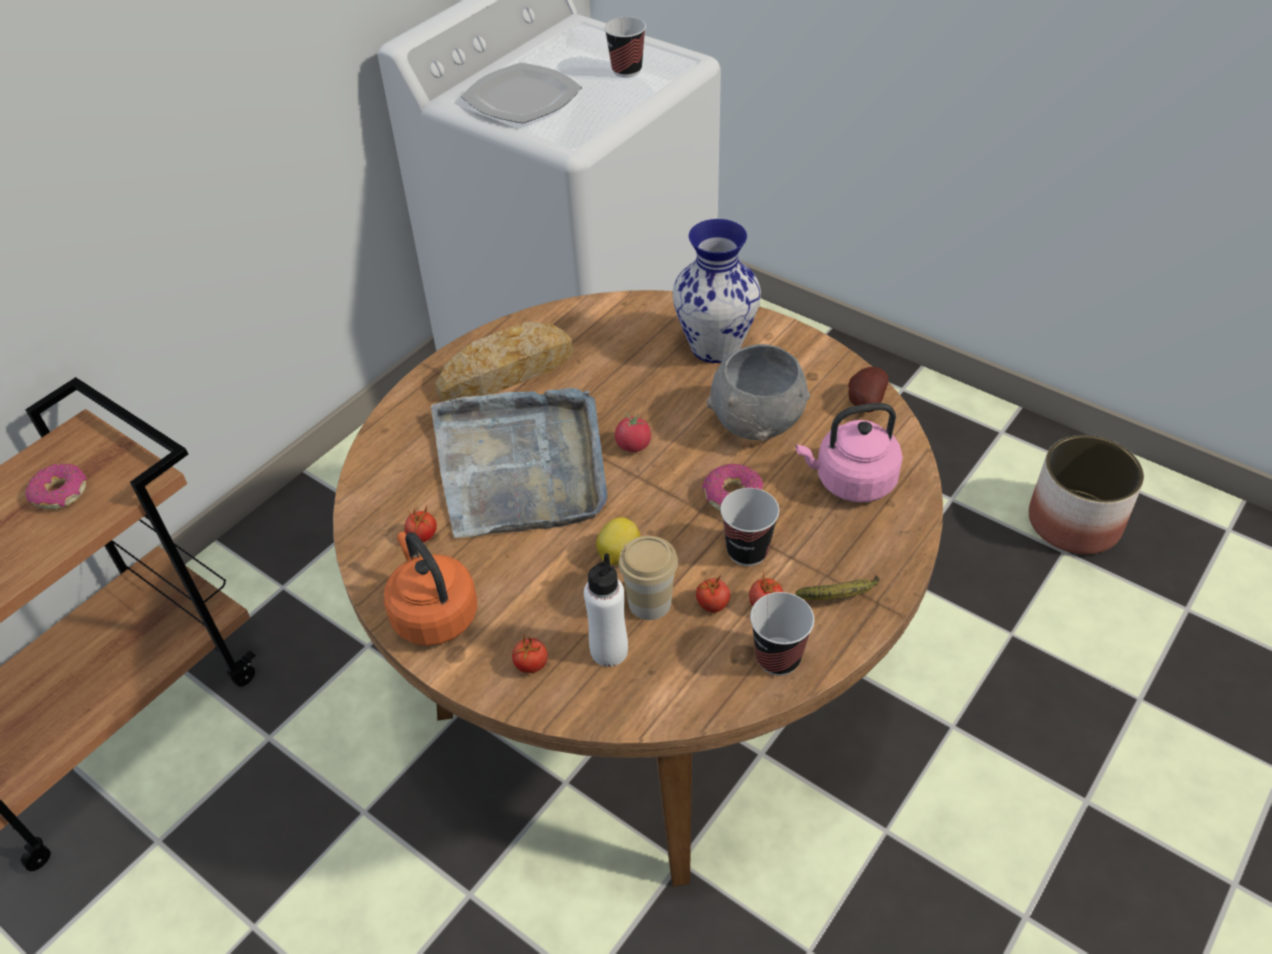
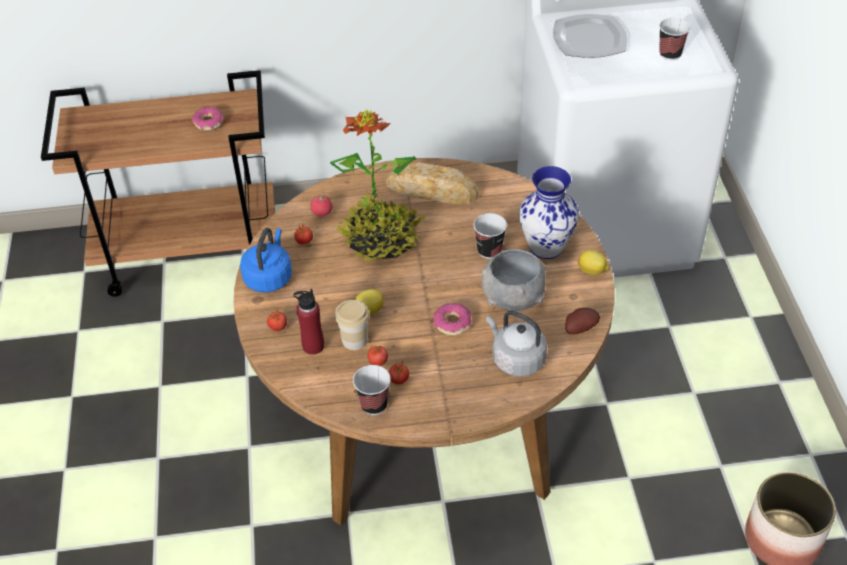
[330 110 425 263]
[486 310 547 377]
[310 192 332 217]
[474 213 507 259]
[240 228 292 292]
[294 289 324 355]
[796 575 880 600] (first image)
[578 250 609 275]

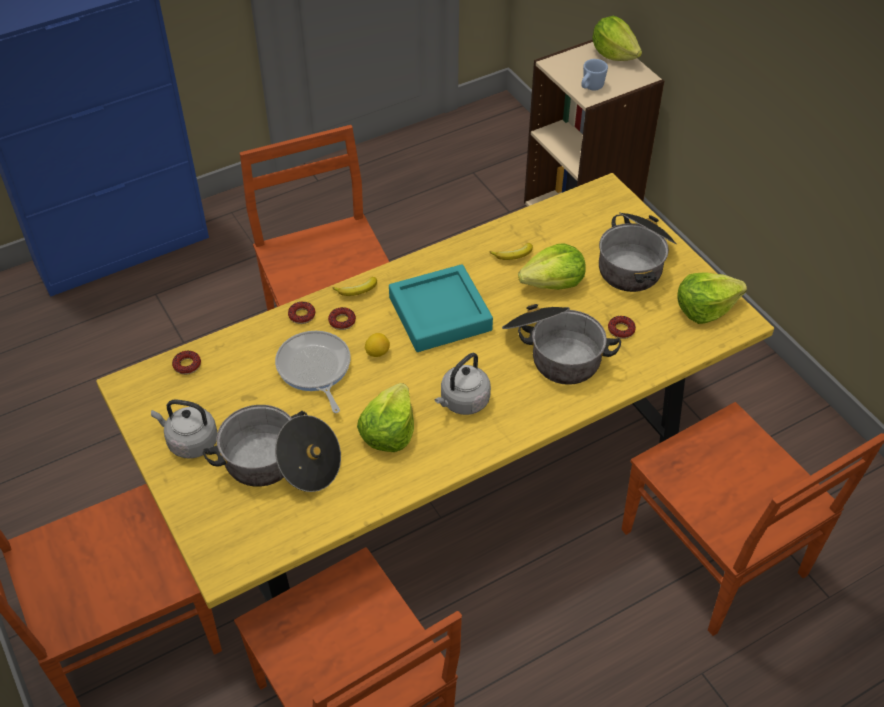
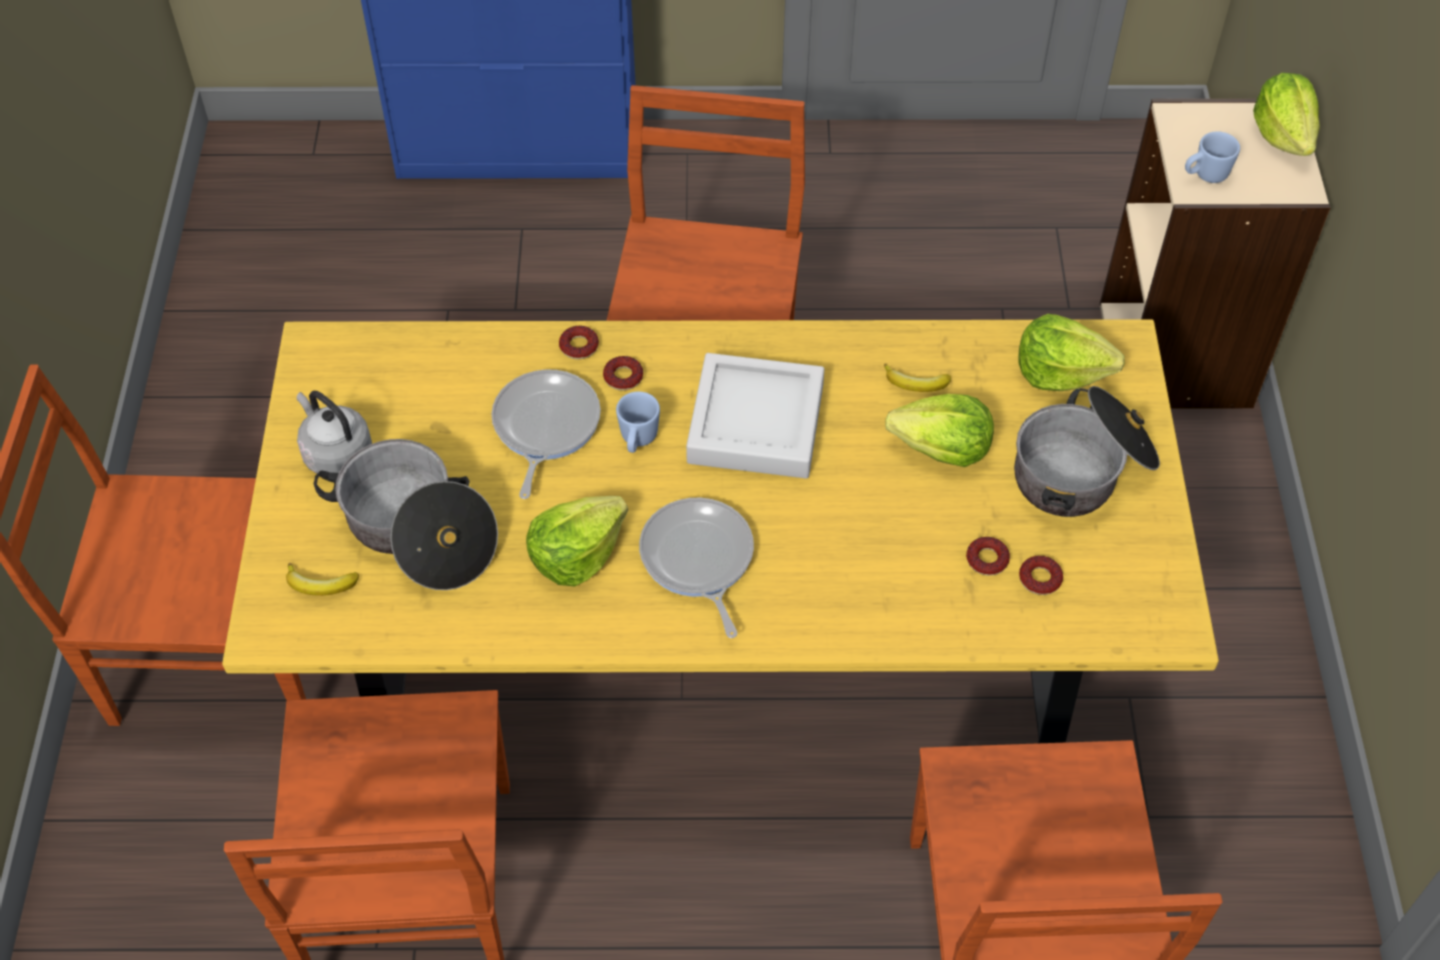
[686 353 824 478]
[1019 314 1125 391]
[286 563 359 596]
[502 304 621 385] (first image)
[616 391 660 453]
[1019 556 1063 595]
[639 498 754 638]

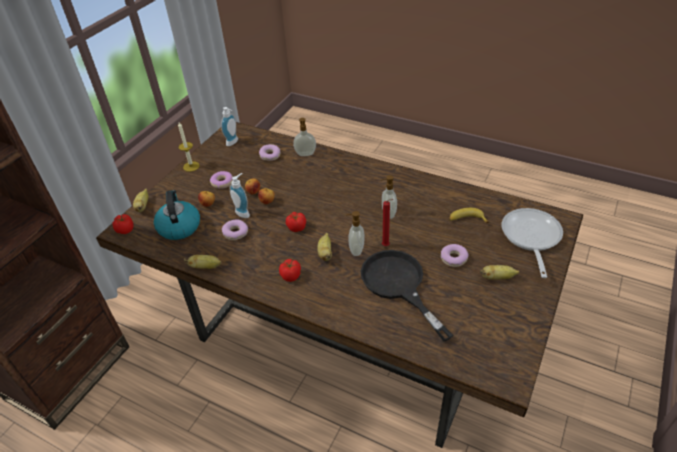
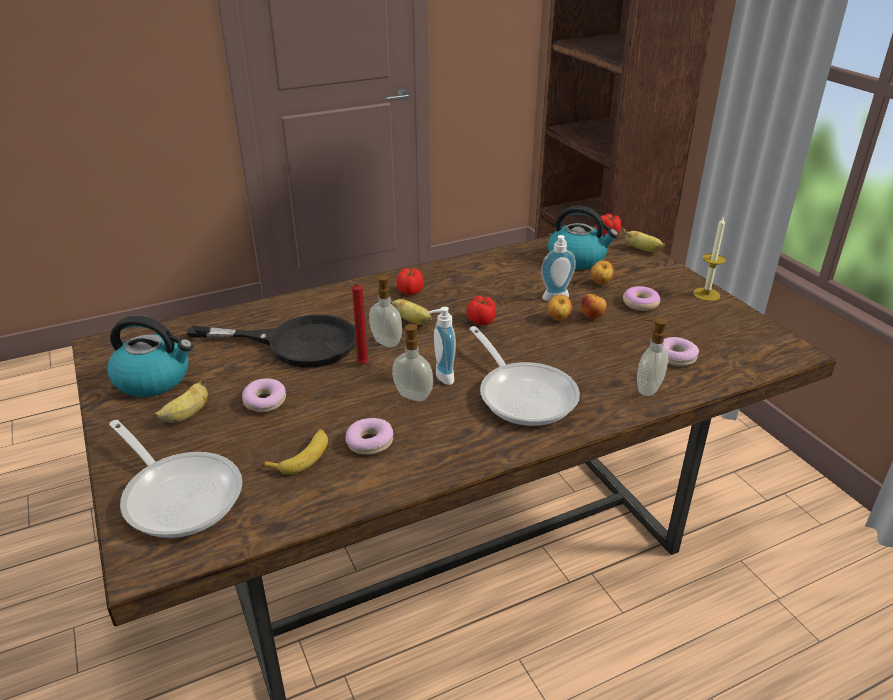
[428 307 456 385]
[345 418 393 455]
[184 255 222 269] (first image)
[107 316 193 397]
[469 326 580 426]

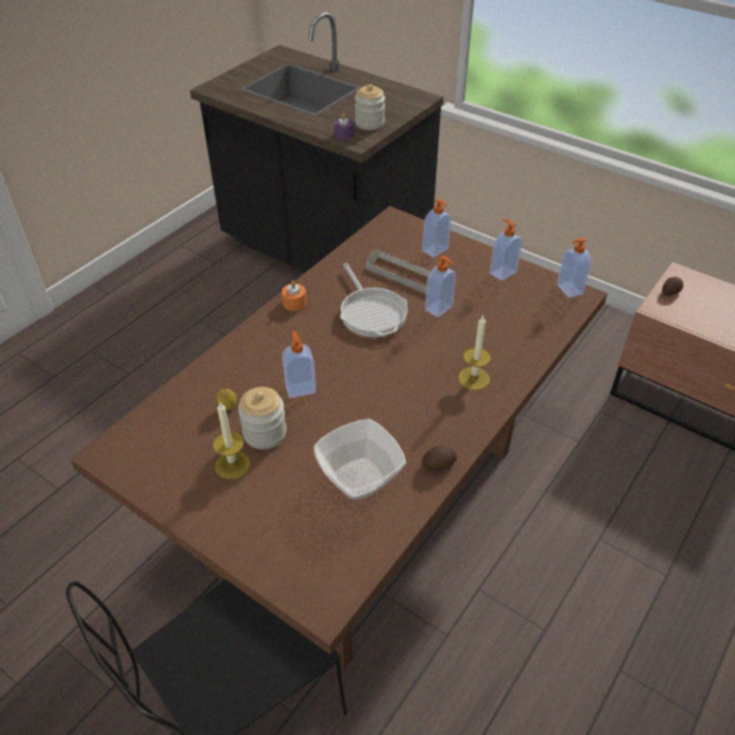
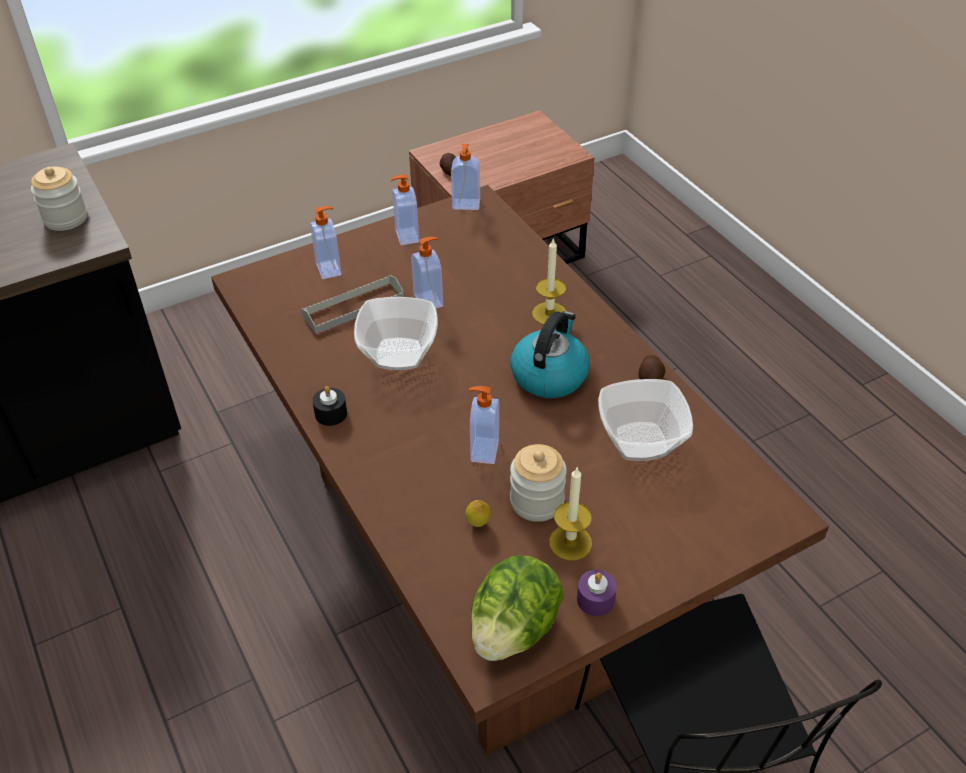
[577 570 617 616]
[354 297 438 370]
[312 386 347 426]
[510 311 590 398]
[471 556 564 661]

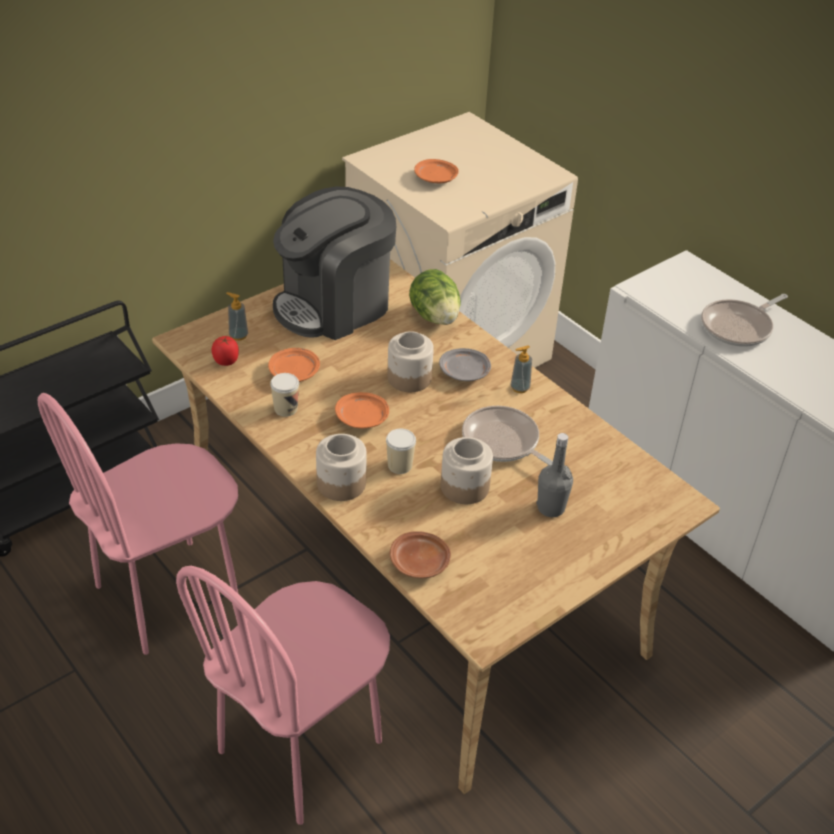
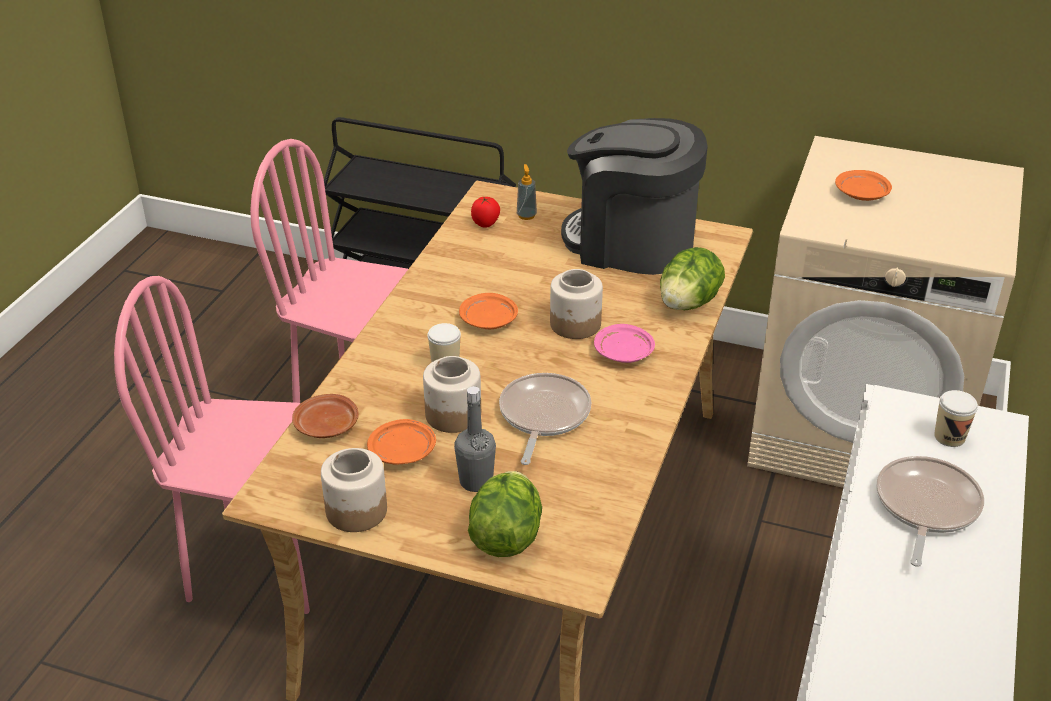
[876 456 984 567]
[510 345 532 393] (first image)
[367 419 436 465]
[594 324 655 363]
[934 390 978 447]
[321 448 387 532]
[468 471 542 557]

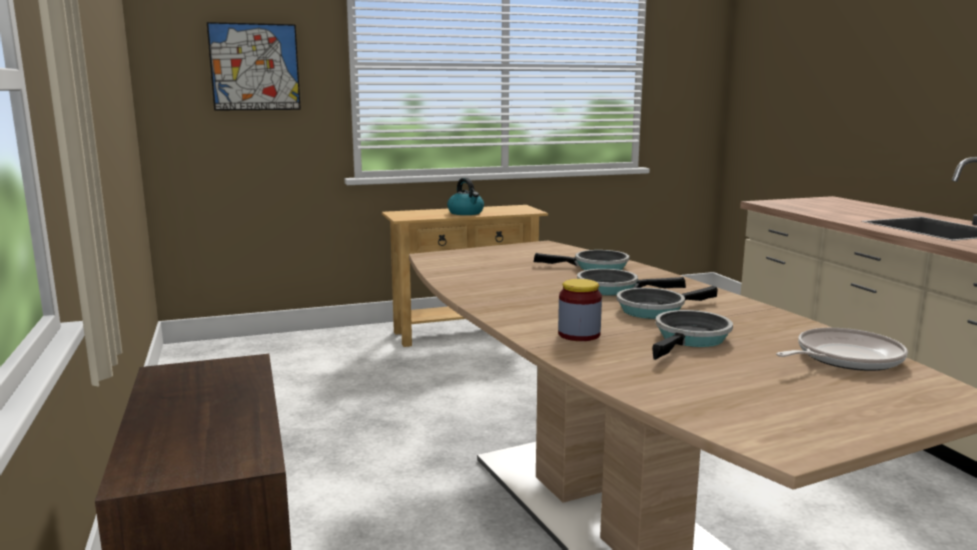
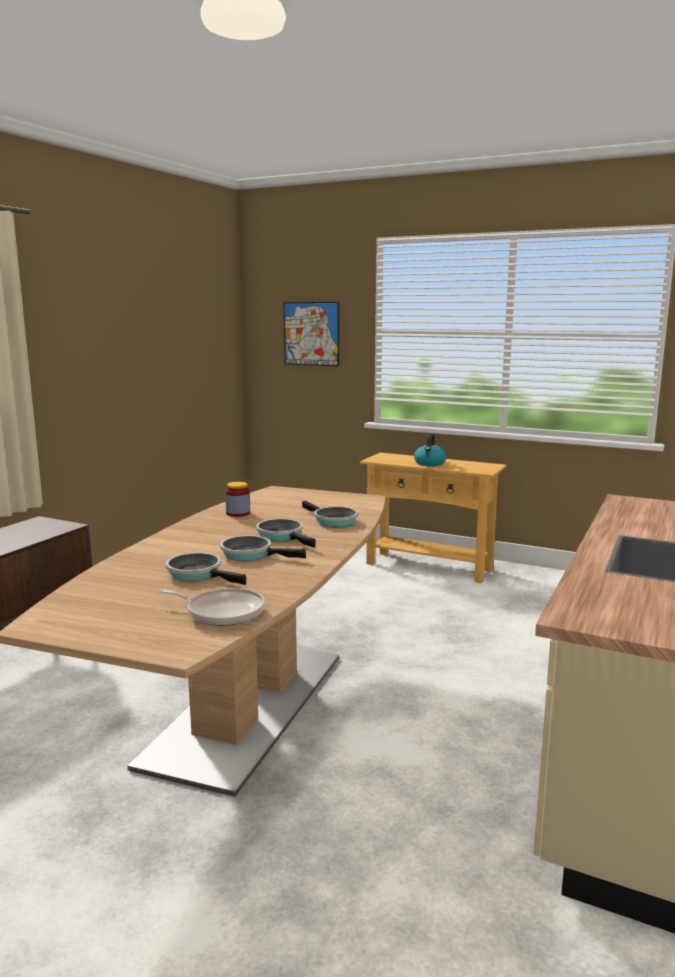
[225 482 250 517]
[165 552 246 585]

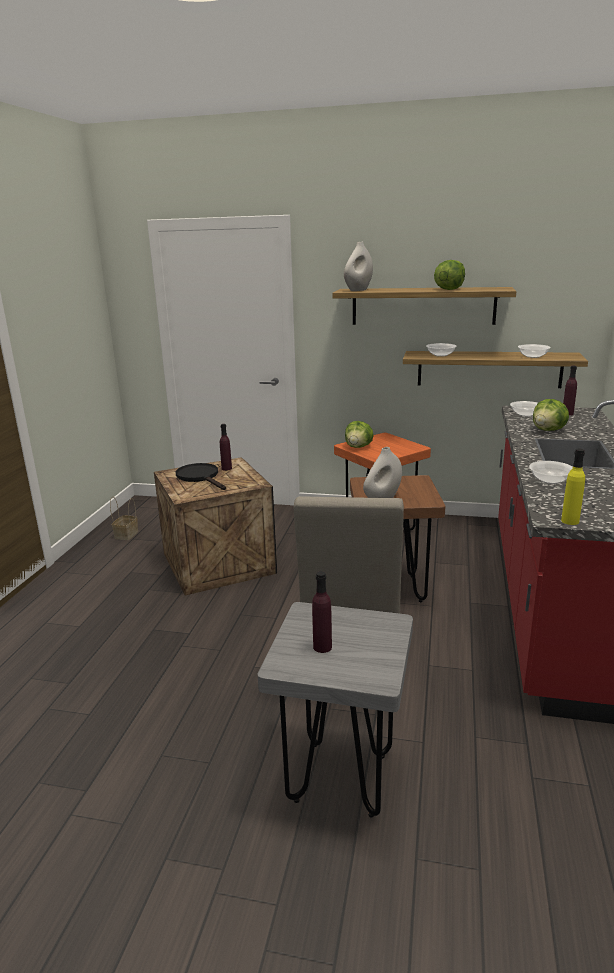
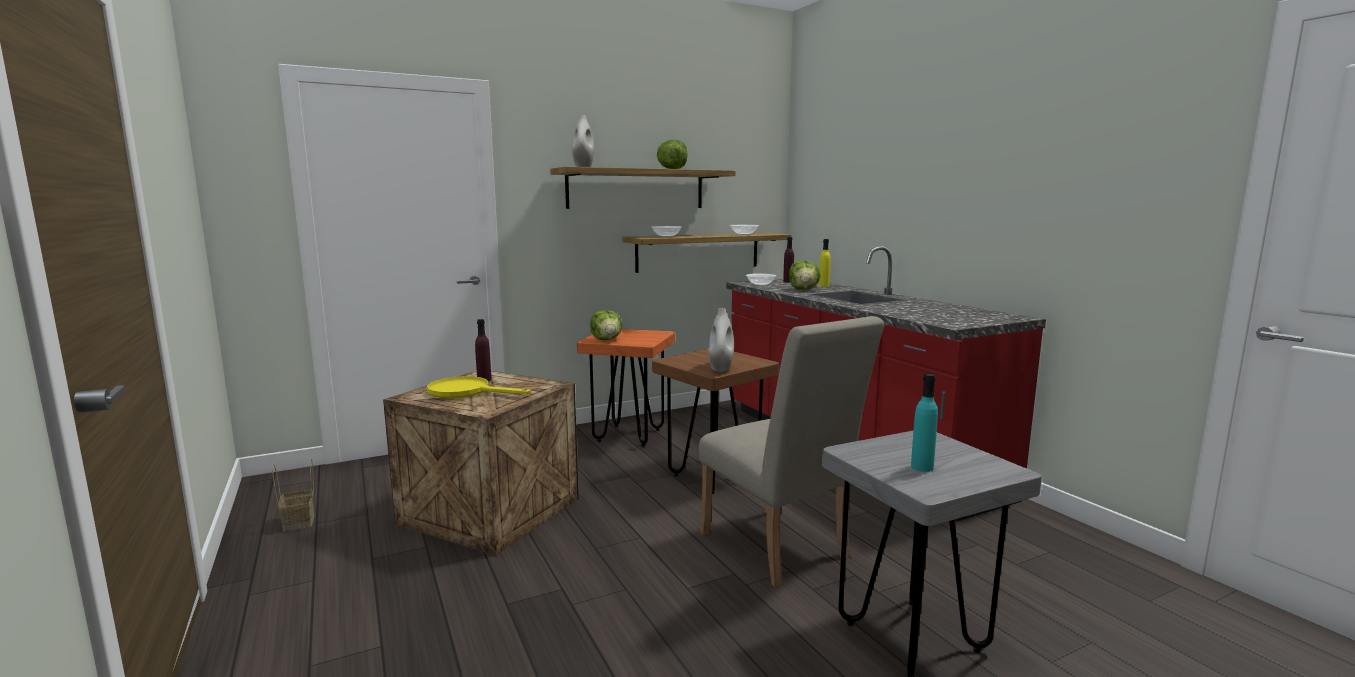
[819 239 831 287]
[529 461 573 484] (first image)
[427 376 531 398]
[911 374 938 472]

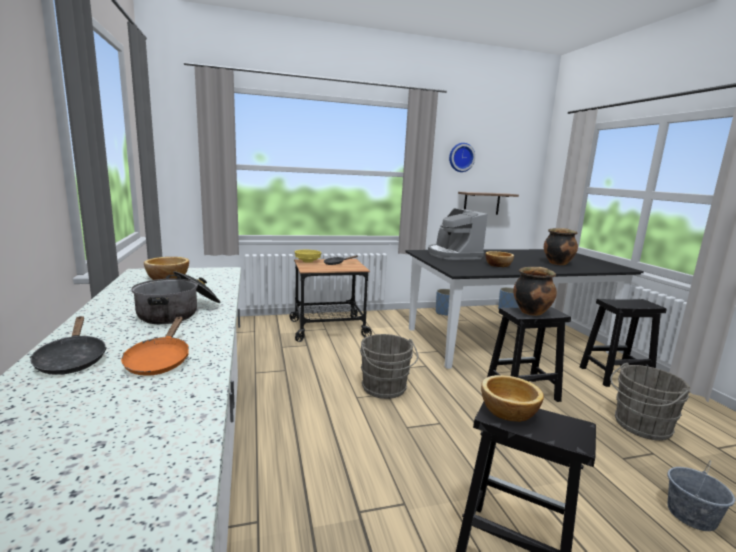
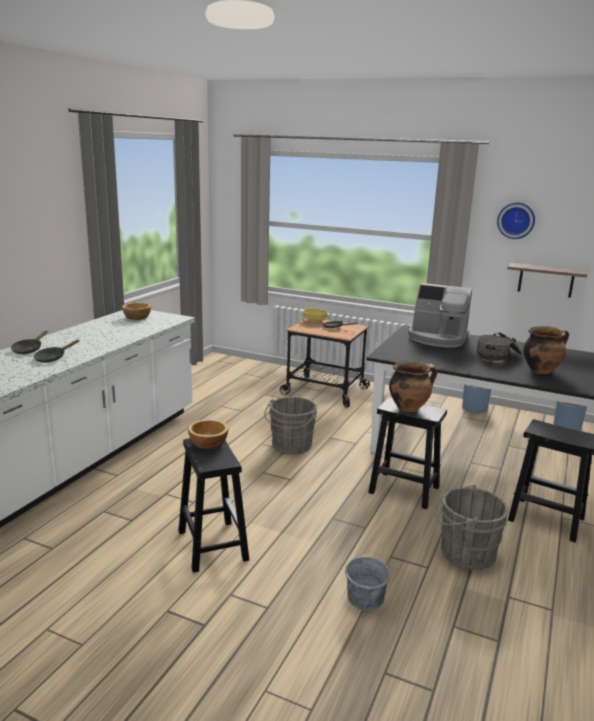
[408 283 472 348]
[485 251 514 267] (first image)
[477 332 522 361]
[33 340 79 363]

